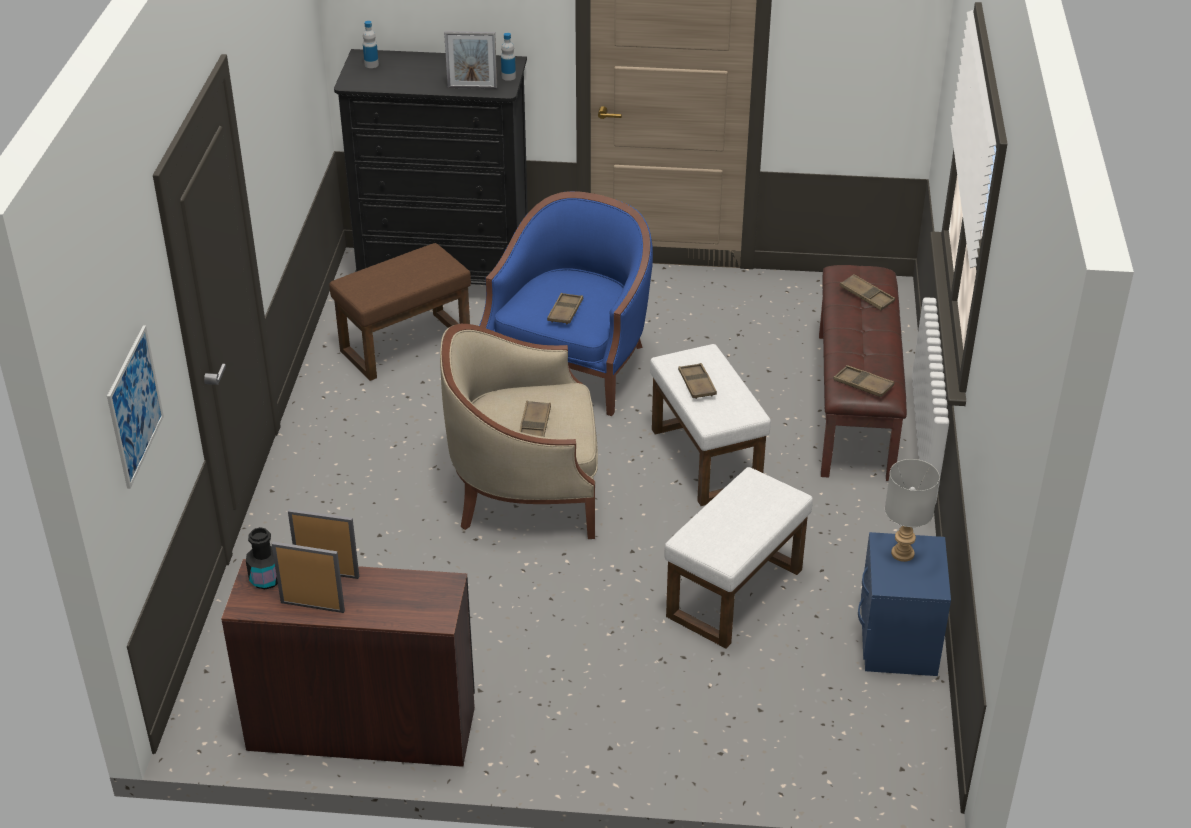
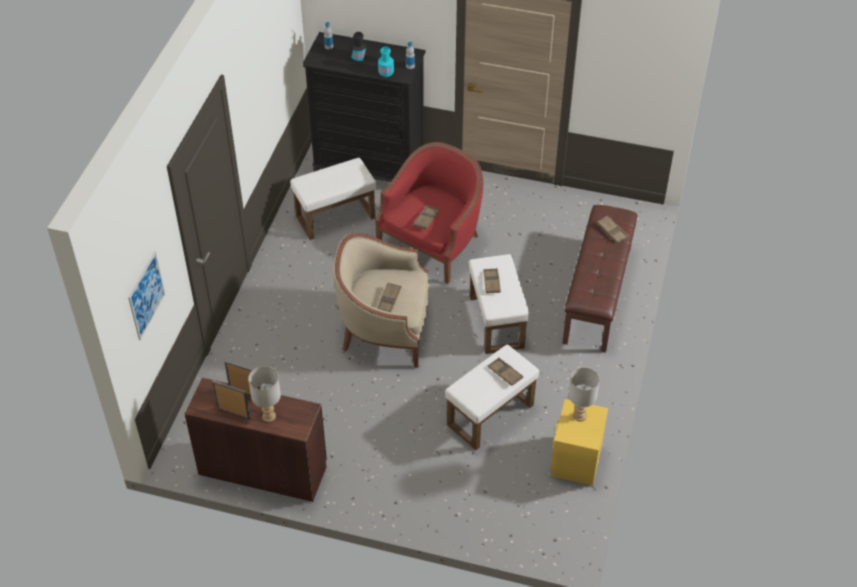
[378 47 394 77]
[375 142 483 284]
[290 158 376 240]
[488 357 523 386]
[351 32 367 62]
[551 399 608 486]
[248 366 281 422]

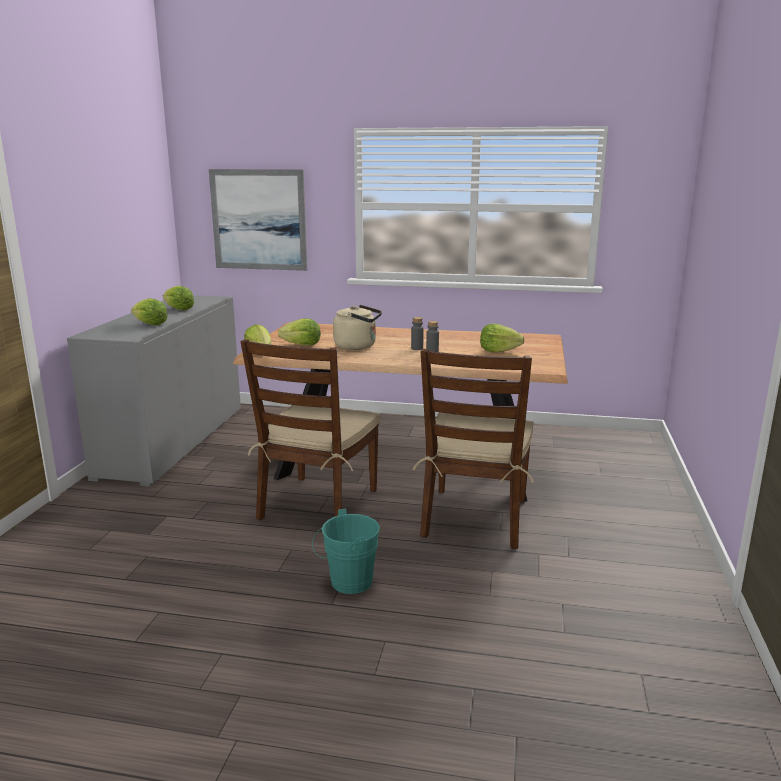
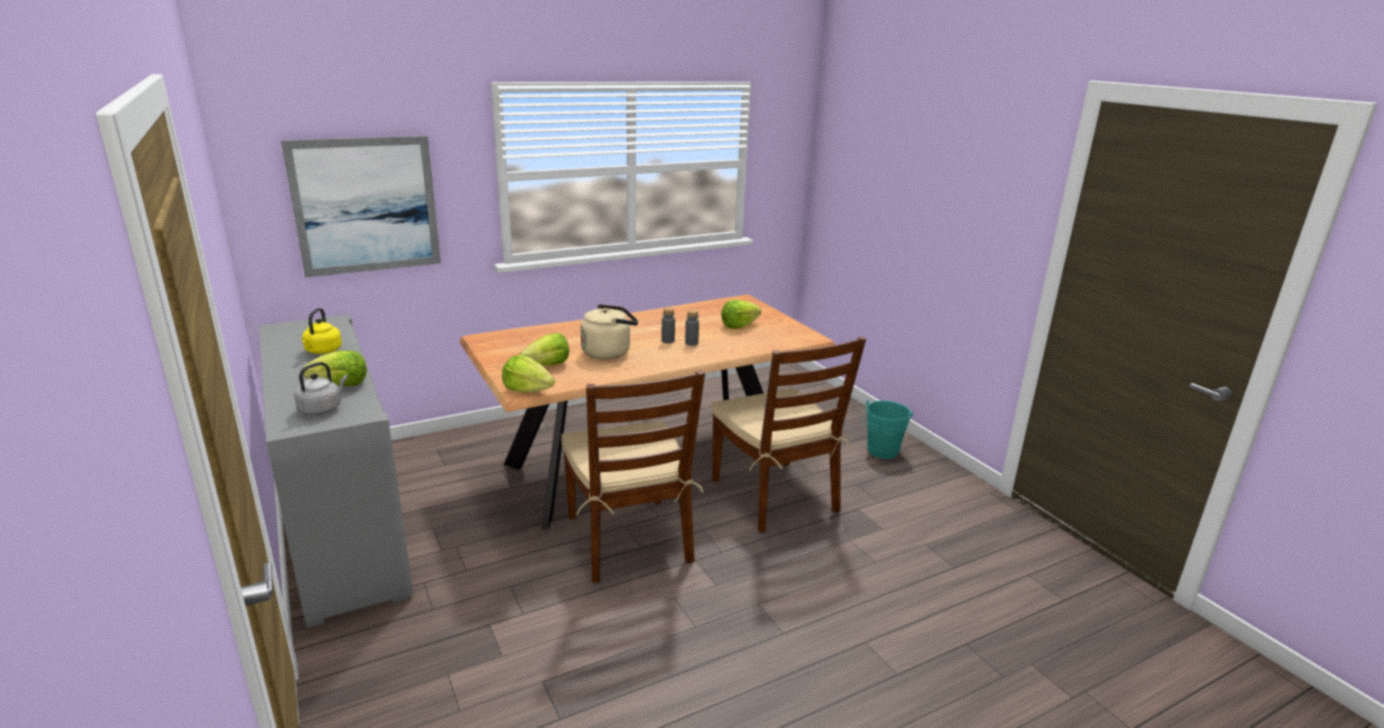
[301 308 342 354]
[862 400 913 459]
[294 362 348 415]

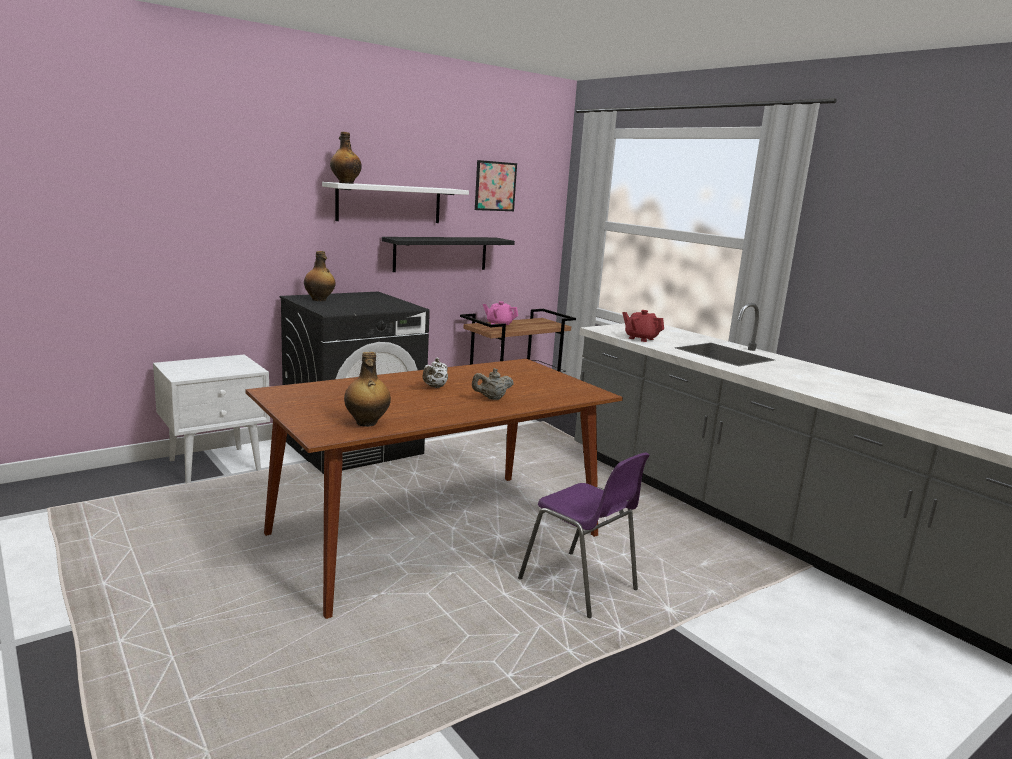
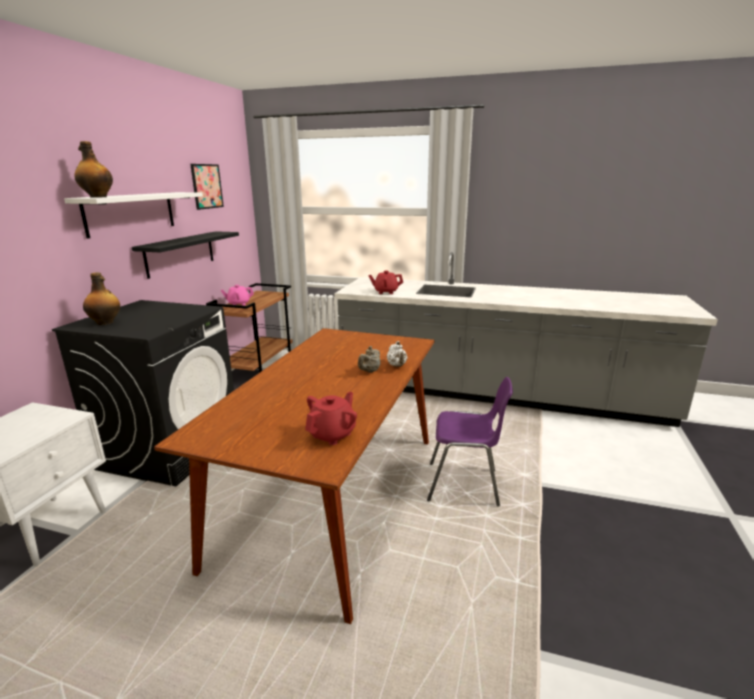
[305 392 357 445]
[387 341 407 367]

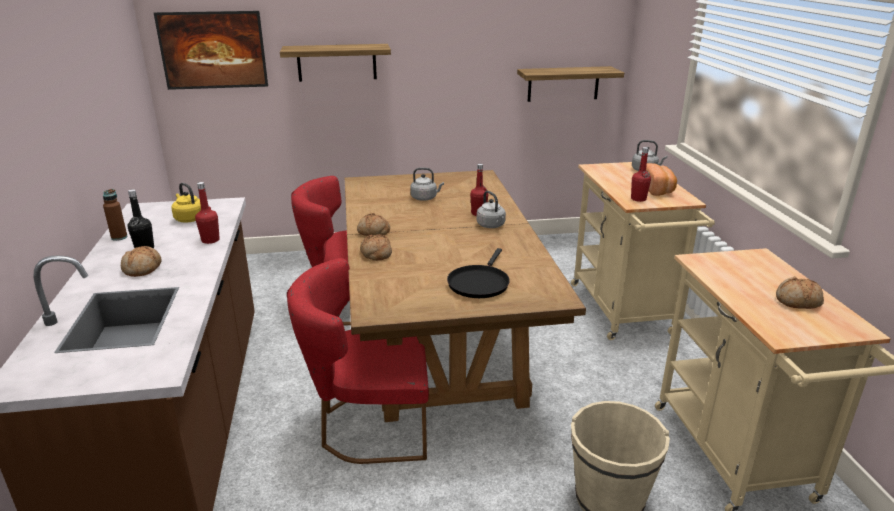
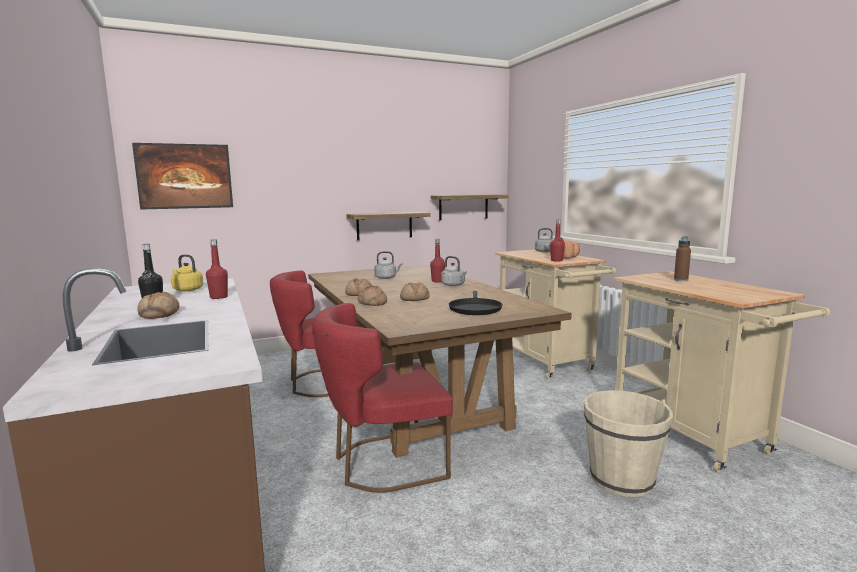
[346 212 431 240]
[674 236 691 281]
[400 283 430 301]

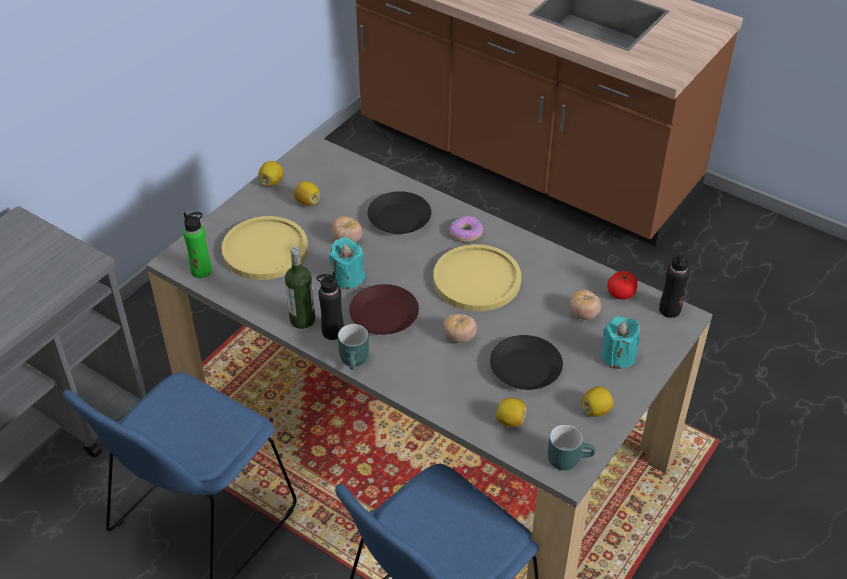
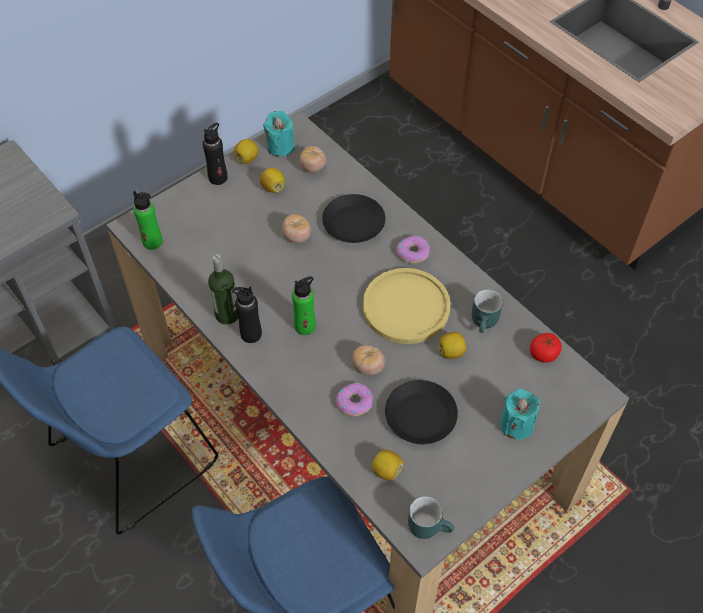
[222 216 308 280] (first image)
[263 111 295 157]
[203 123 227 185]
[292 277 316 335]
[300 146 326 173]
[472 289 503 333]
[438 332 466 359]
[336 383 373 416]

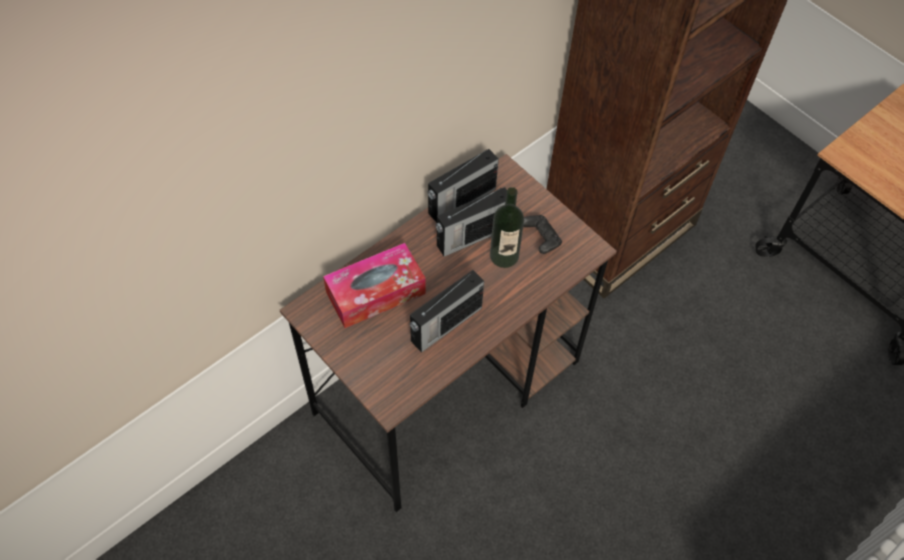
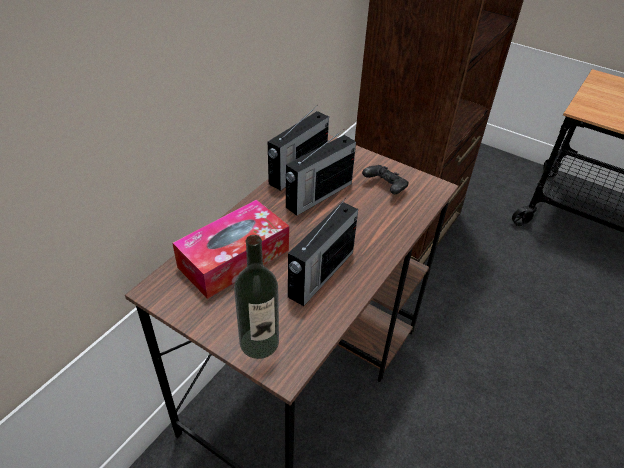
[234 235 279 359]

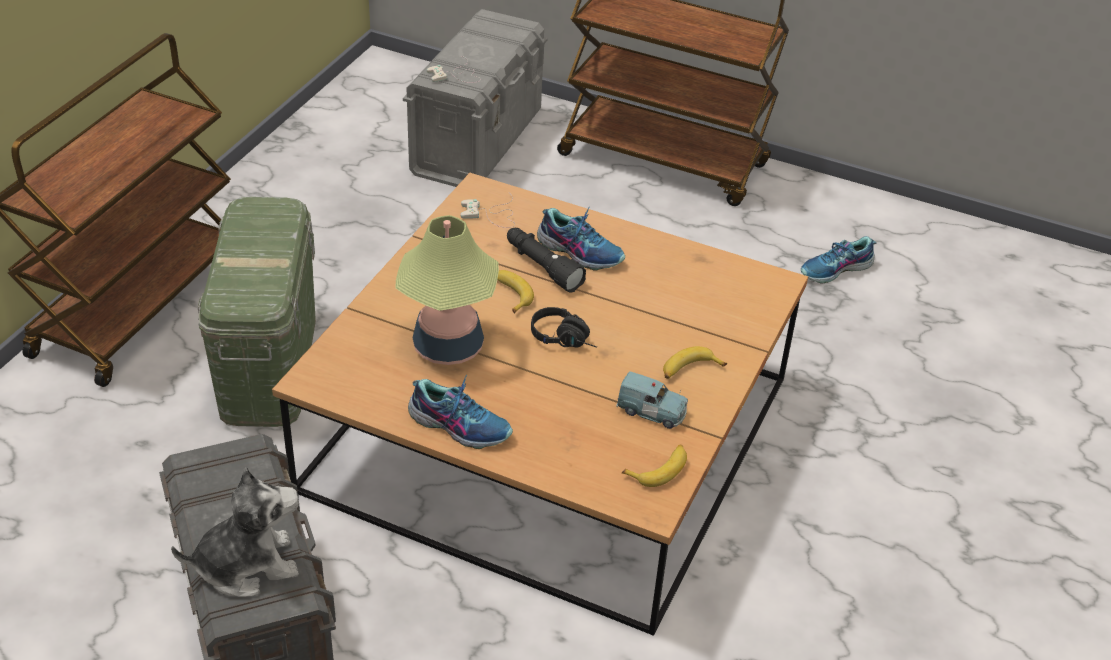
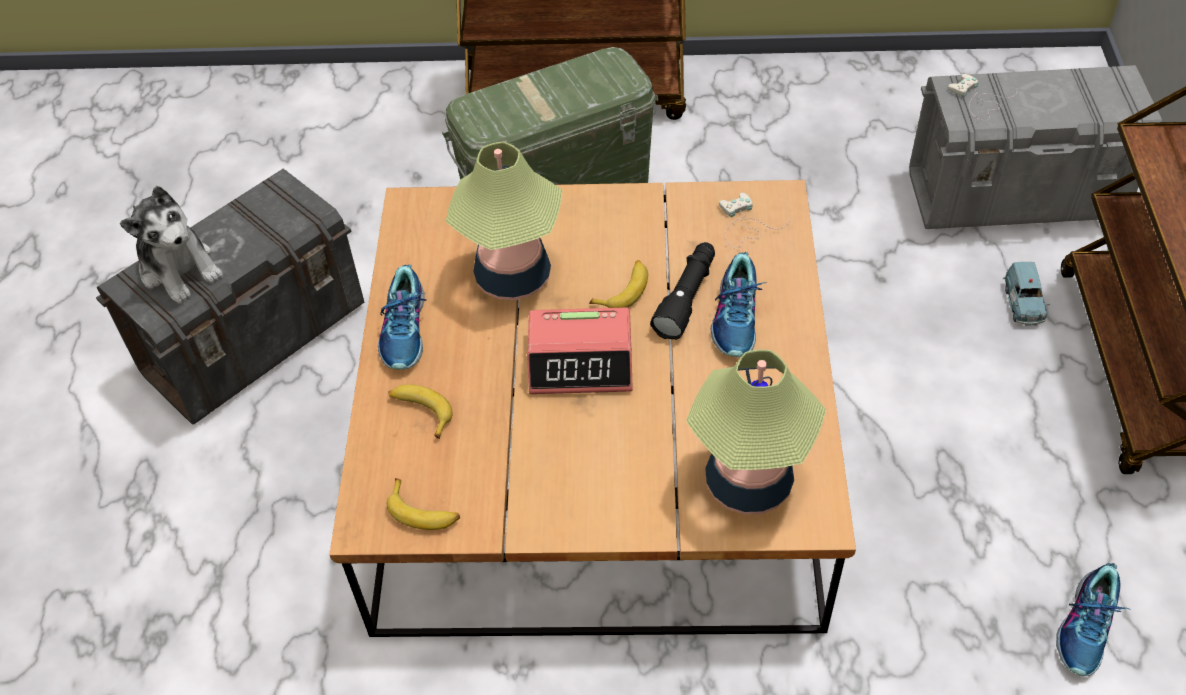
[1056 563 1130 676]
[527 307 633 394]
[389 384 453 439]
[1004 262 1050 326]
[686 349 826 514]

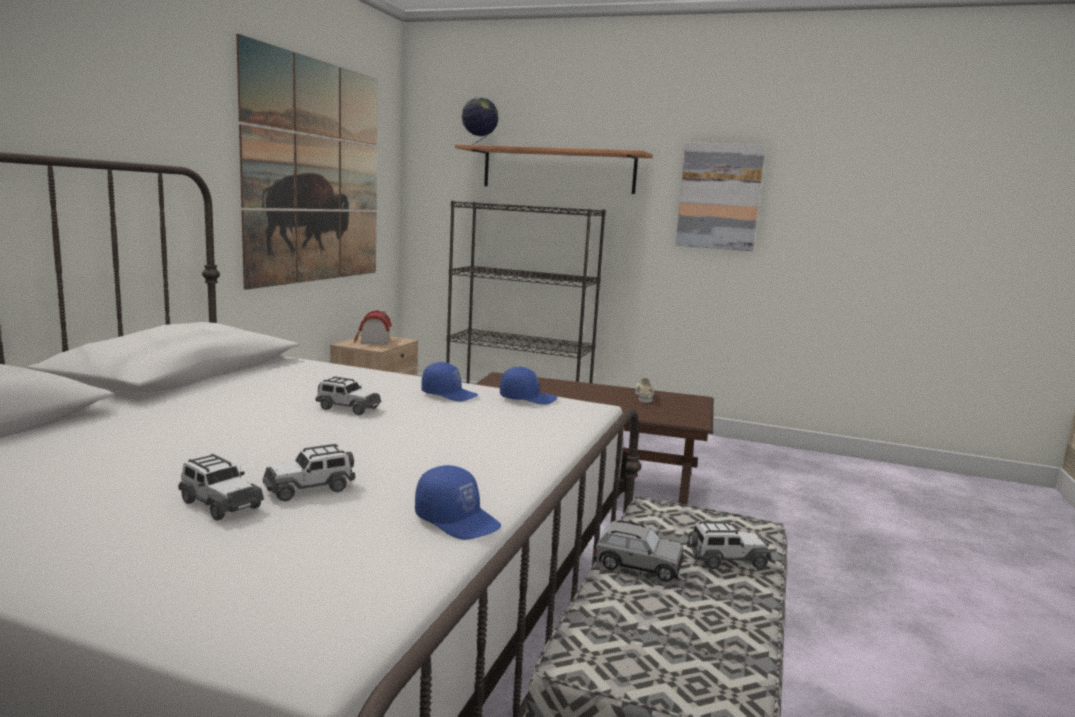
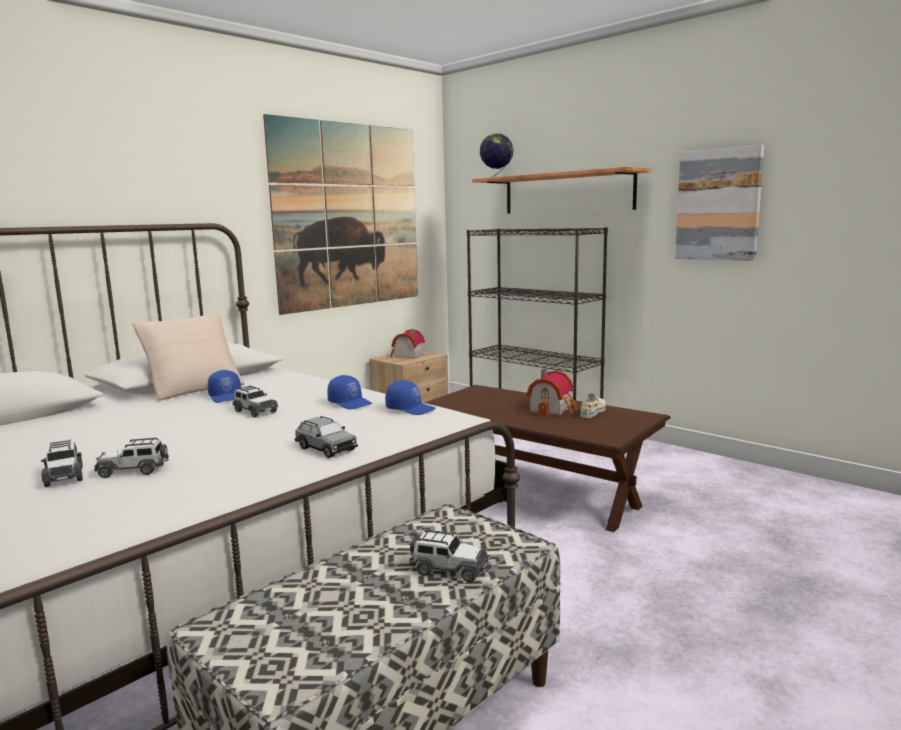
[207 370 241 403]
[295 416 358 458]
[132 313 245 401]
[526 369 577 416]

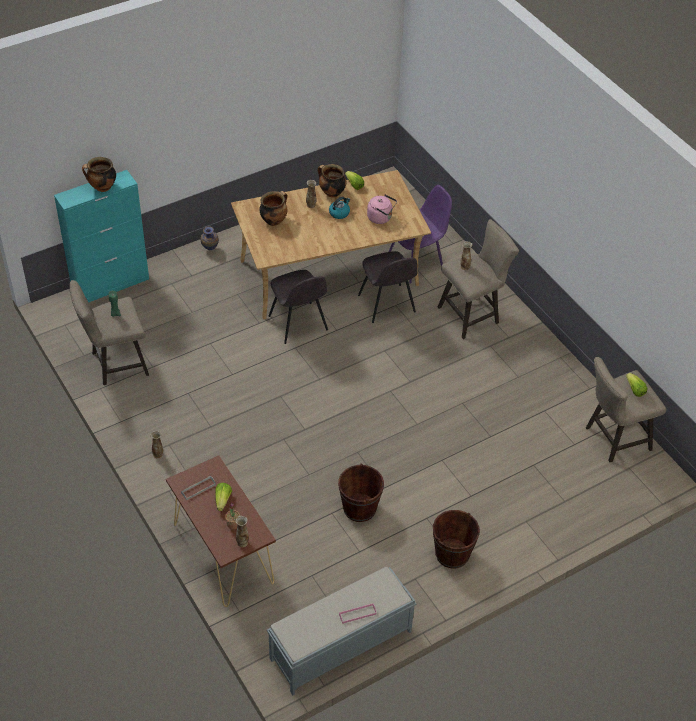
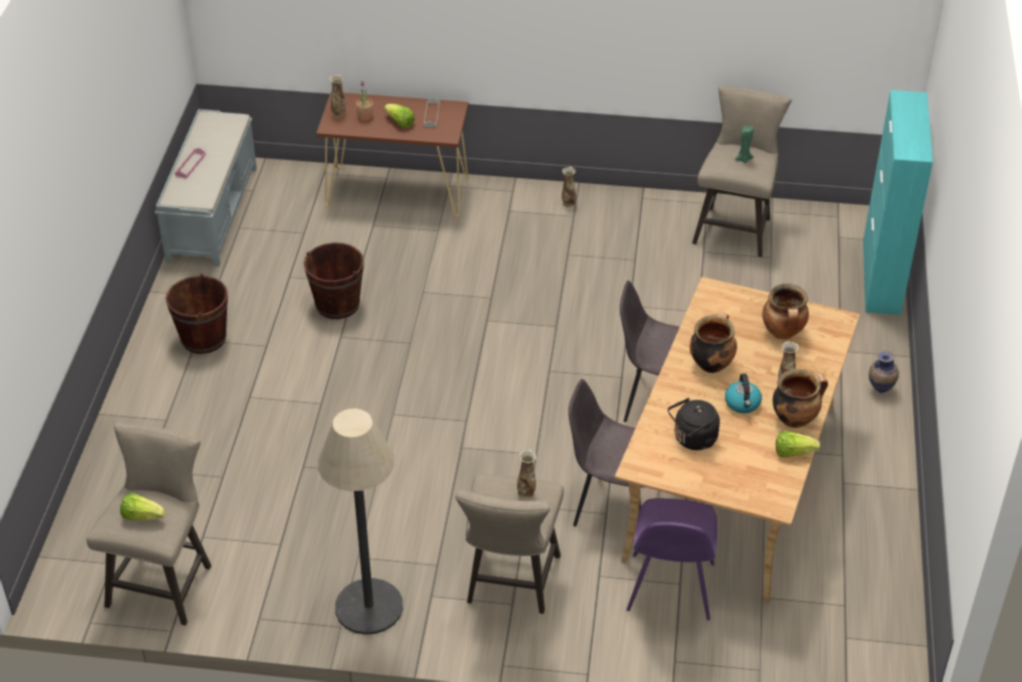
[690 311 737 373]
[668 398 720 450]
[318 409 403 635]

